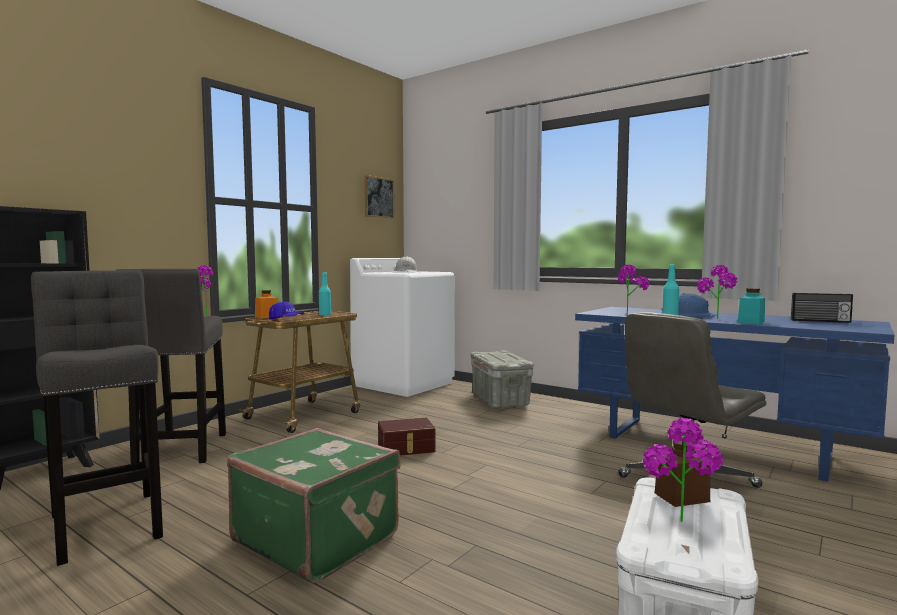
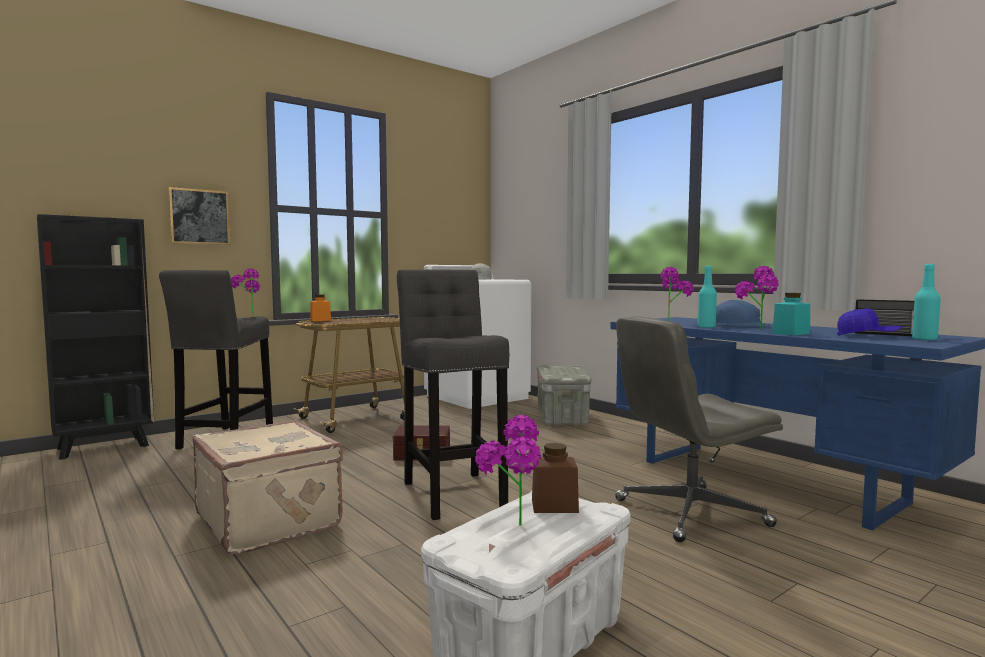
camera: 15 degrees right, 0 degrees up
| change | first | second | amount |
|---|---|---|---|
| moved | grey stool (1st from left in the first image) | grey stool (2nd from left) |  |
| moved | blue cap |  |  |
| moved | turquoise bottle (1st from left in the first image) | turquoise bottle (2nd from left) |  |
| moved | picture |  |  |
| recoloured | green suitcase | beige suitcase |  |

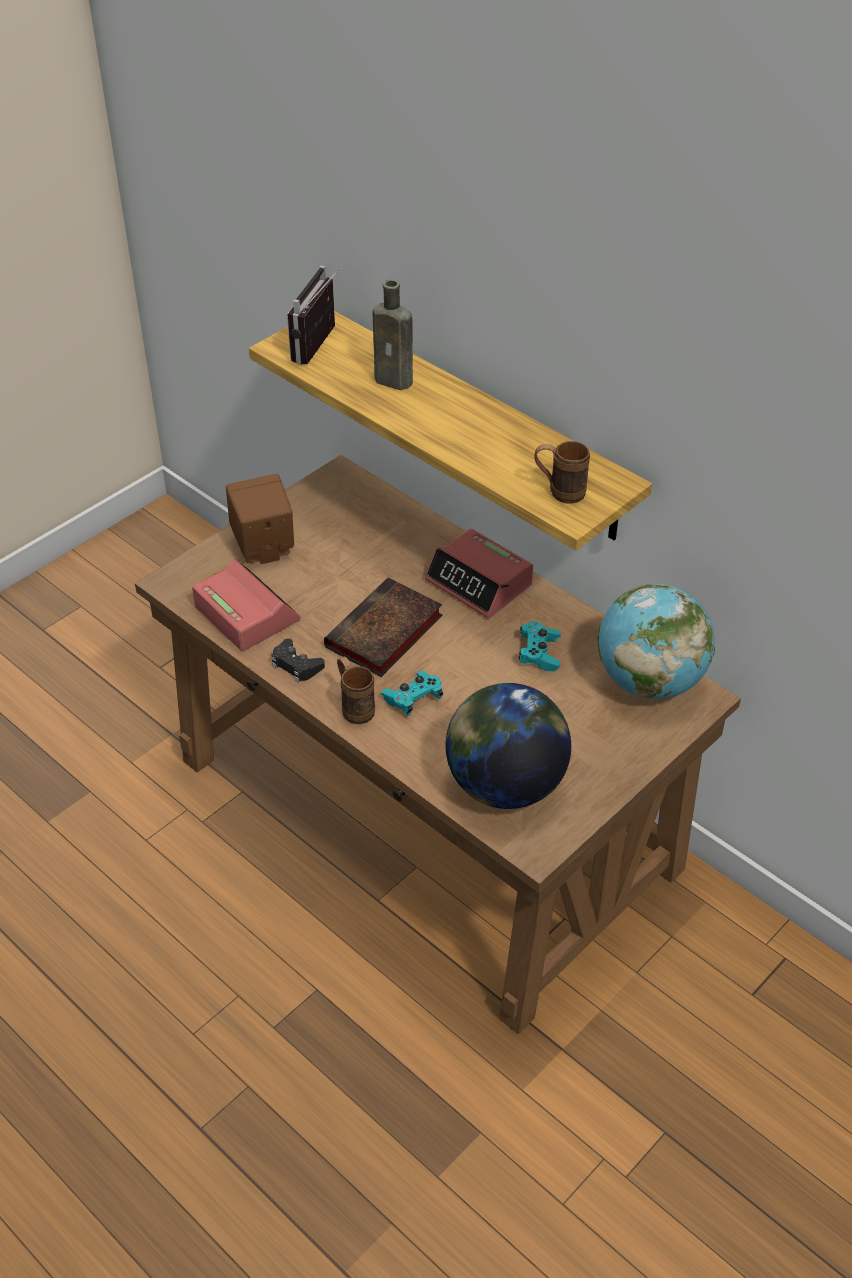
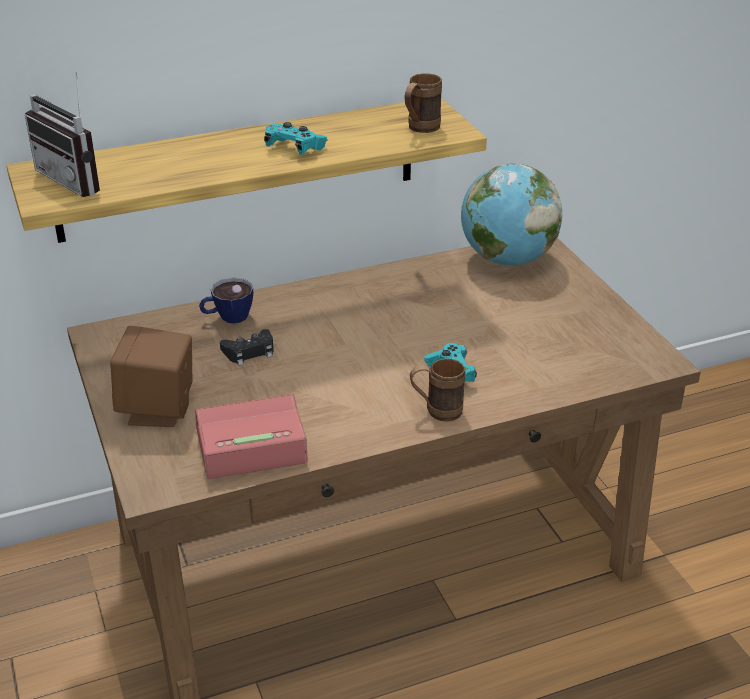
camera: 65 degrees left, 10 degrees down
| change | first | second | amount |
|---|---|---|---|
| removed | book |  |  |
| removed | brown bottle |  |  |
| removed | alarm clock (2nd from left) |  |  |
| removed | globe (1st from left) |  |  |
| added |  | cup |  |
| moved | black game controller |  |  |
| moved | turquoise game controller (2nd from left in the first image) | turquoise game controller (1st from left) |  |

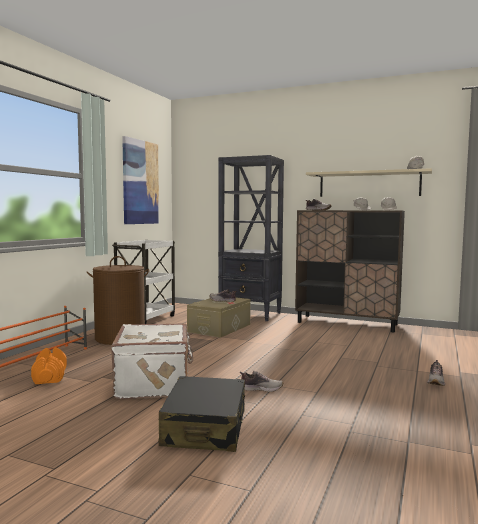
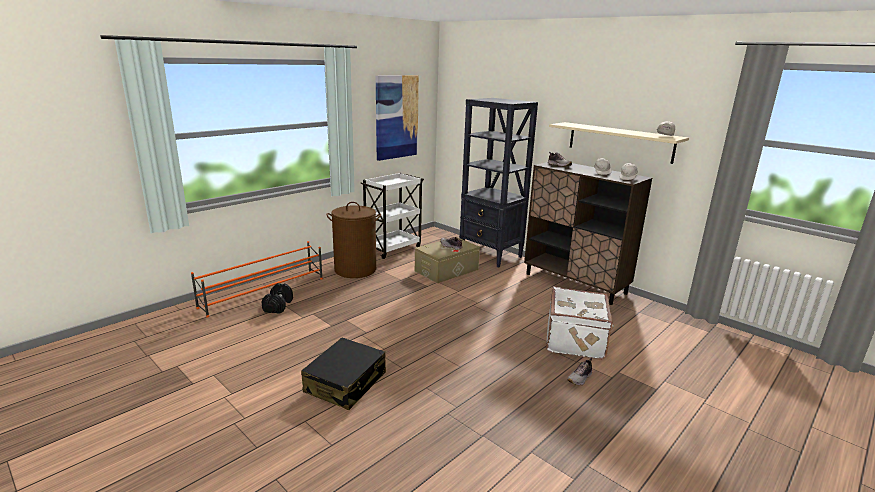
camera: 20 degrees right, 15 degrees up
| change | first | second | amount |
|---|---|---|---|
| removed | shoe (2nd from left) |  |  |
| moved | white suitcase |  |  |
| recoloured | orange dumbbell | black dumbbell |  |

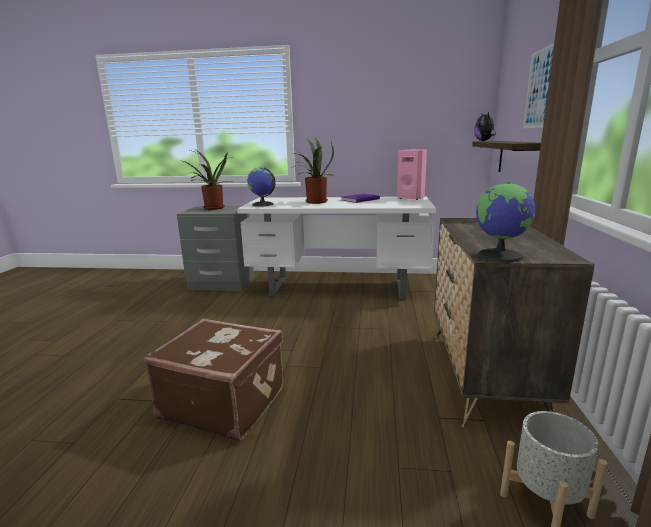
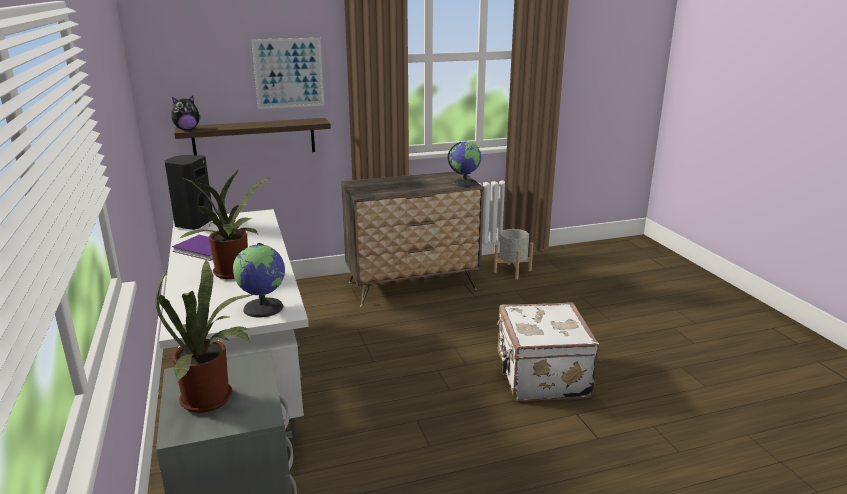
camera: 115 degrees left, 5 degrees up
| change | first | second | amount |
|---|---|---|---|
| recoloured | brown suitcase | white suitcase |  |
| recoloured | pink speaker | black speaker |  |

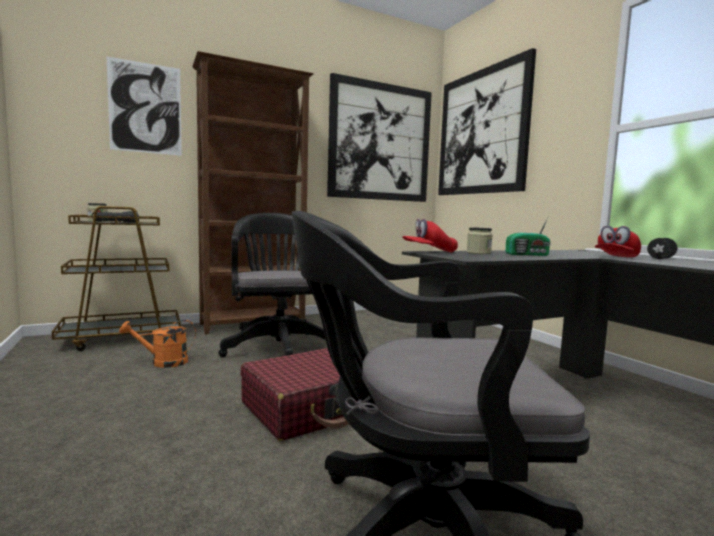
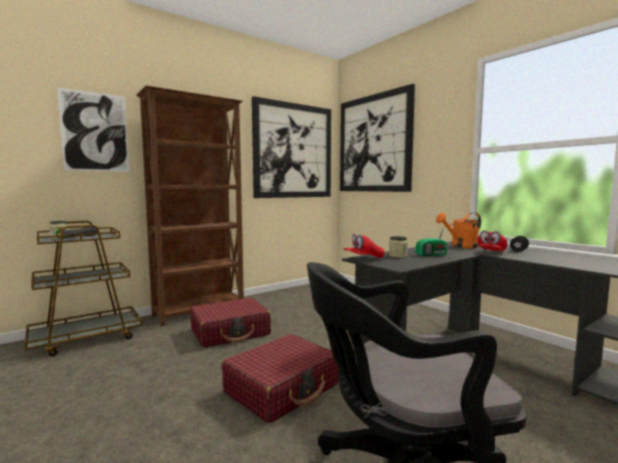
camera: 10 degrees left, 0 degrees up
| change | first | second | amount |
|---|---|---|---|
| moved | orange watering can |  |  |
| replaced | black office chair (1st from left) | red suitcase (1st from left) |  |

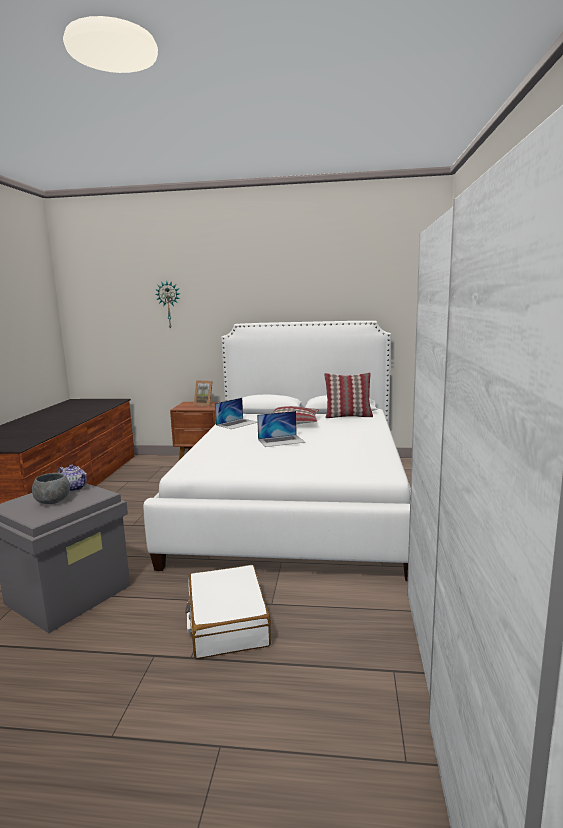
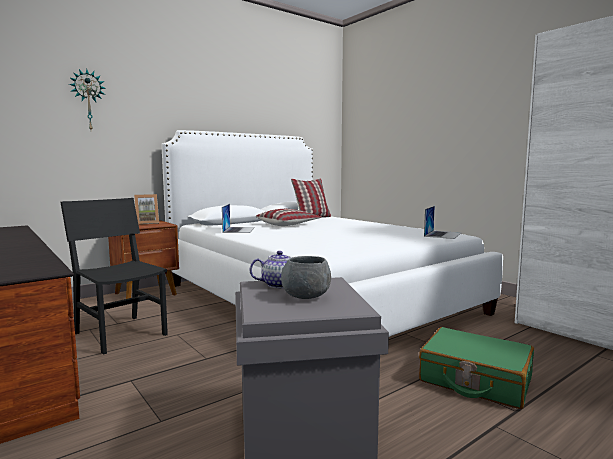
camera: 45 degrees left, 5 degrees down
| change | first | second | amount |
|---|---|---|---|
| added |  | black chair |  |
| moved | laptop (2nd from left) |  |  |
| recoloured | white suitcase | green suitcase |  |

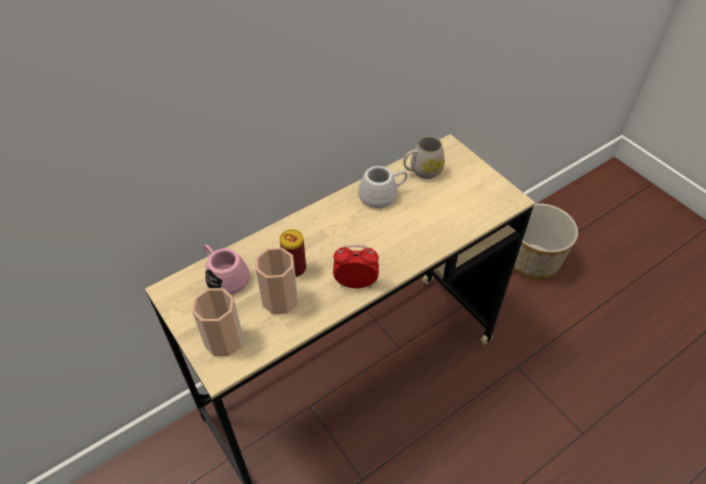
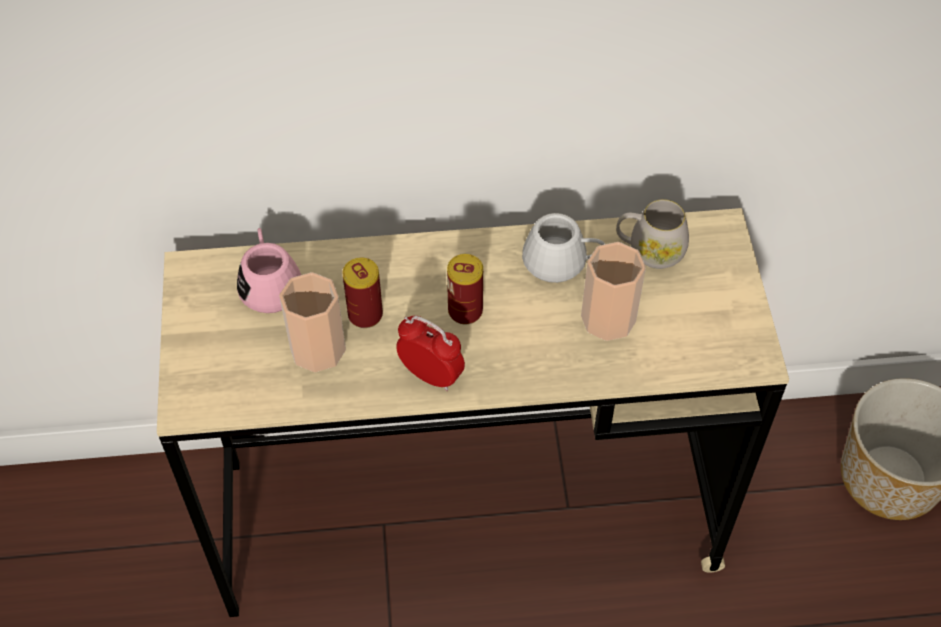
camera: 30 degrees right, 5 degrees up
| change | first | second | amount |
|---|---|---|---|
| added |  | can (2nd from left) |  |
| moved | cup (1st from left in the first image) | cup (2nd from left) |  |

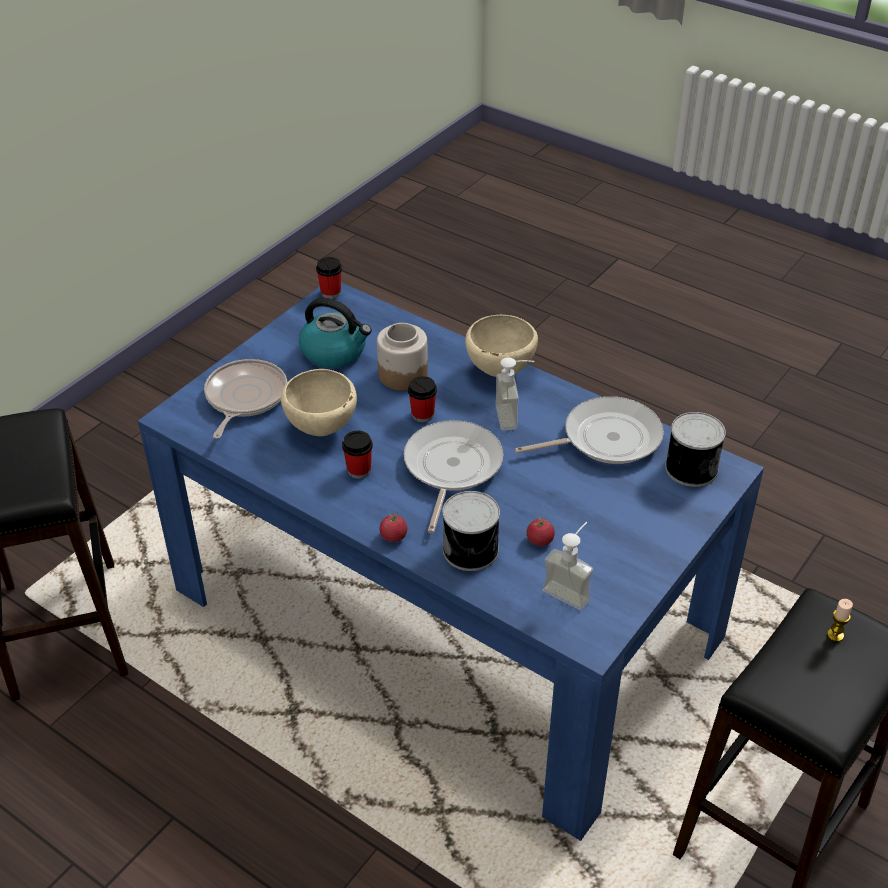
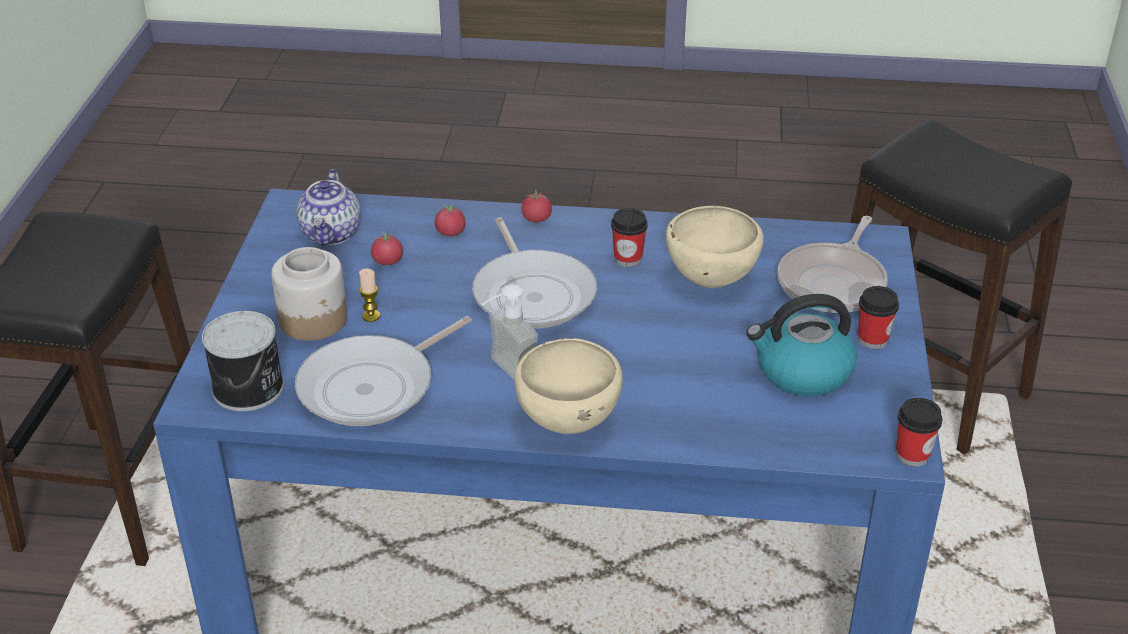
camera: 150 degrees right, 5 degrees down
| change | first | second | amount |
|---|---|---|---|
| moved | jar |  |  |
| moved | cup (3rd from left in the first image) | cup (2nd from left) |  |
| moved | candle |  |  |
| replaced | can (1st from left) | tomato (2nd from left) |  |
| replaced | soap dispenser (2nd from left) | teapot |  |
| turned | frying pan (1st from left in the first image) | frying pan (3rd from left) | 45 degrees clockwise |

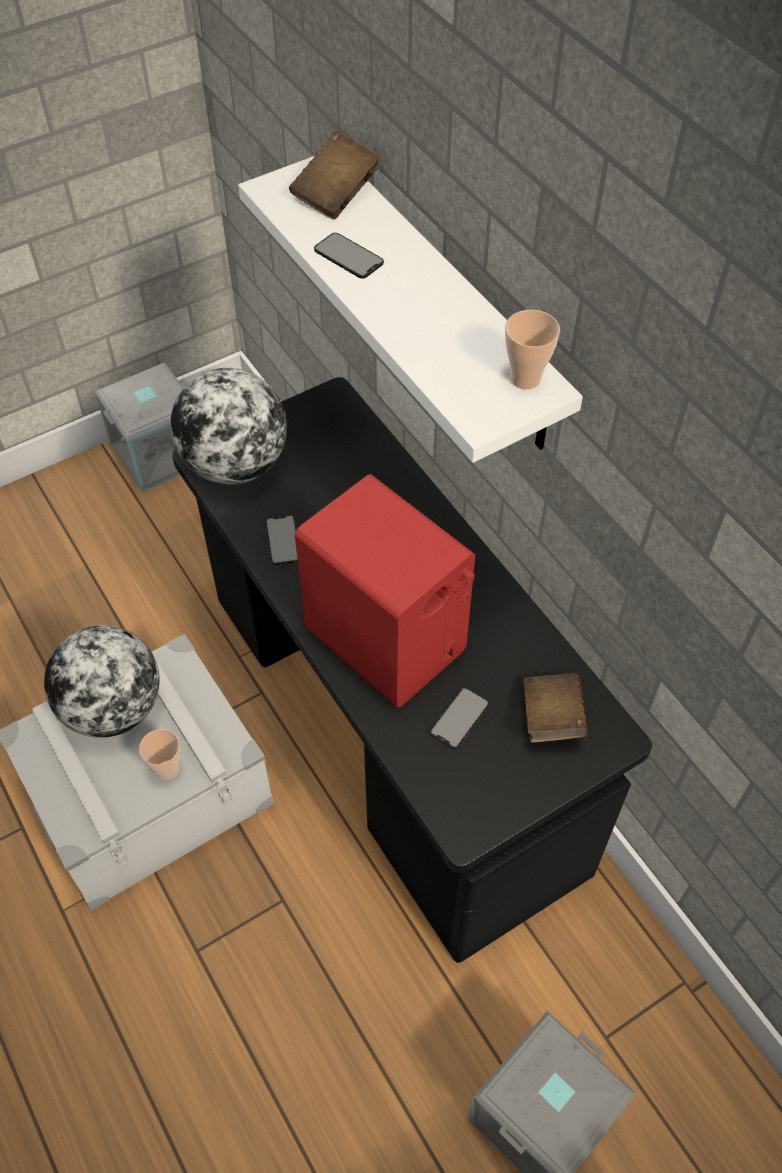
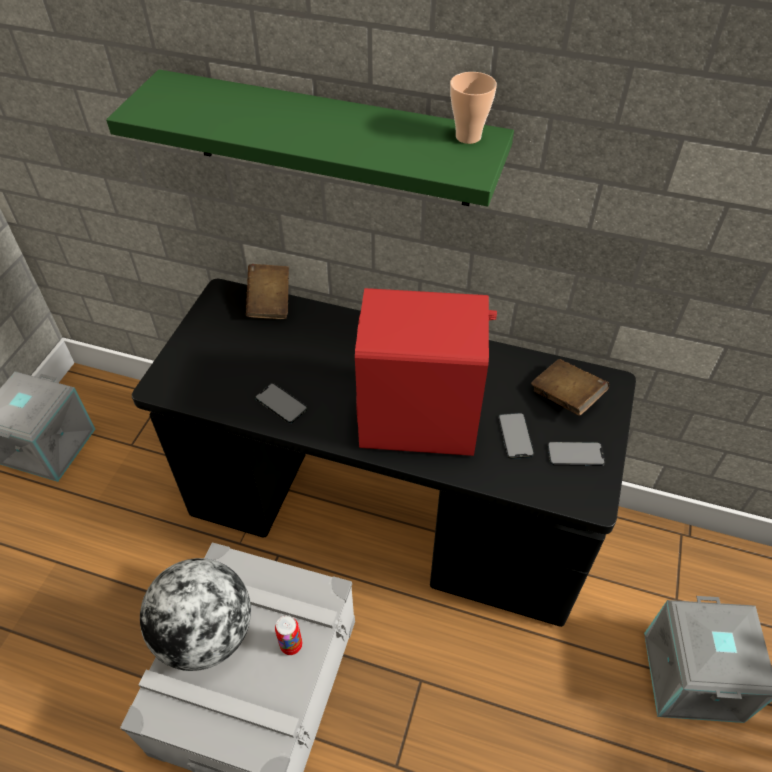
camera: 40 degrees left, 5 degrees down
| change | first | second | amount |
|---|---|---|---|
| removed | globe (2nd from left) |  |  |
| moved | brown book (1st from left) |  |  |
| moved | phone (2nd from left in the first image) | phone (3rd from left) |  |
| replaced | cup (1st from left) | can |  |
| recoloured | white shelf | green shelf |  |

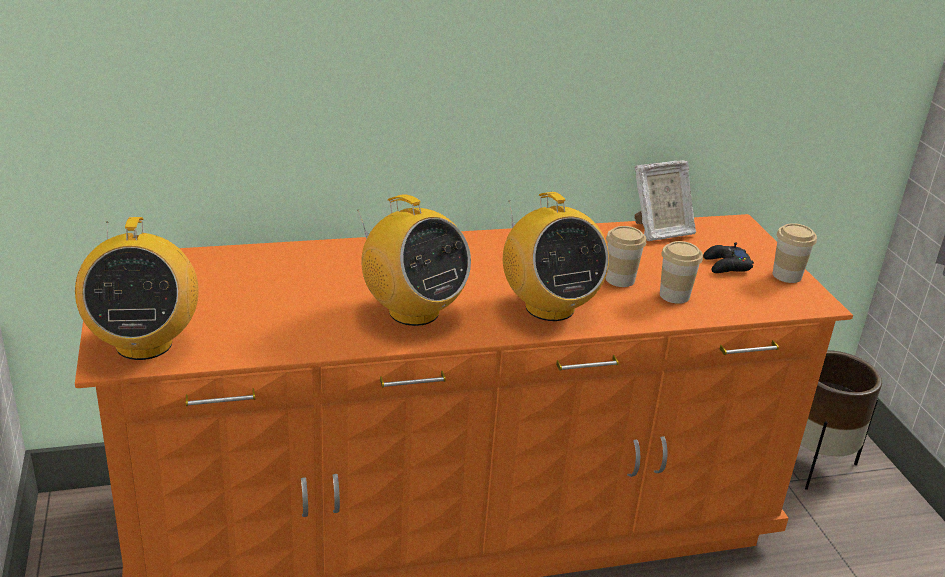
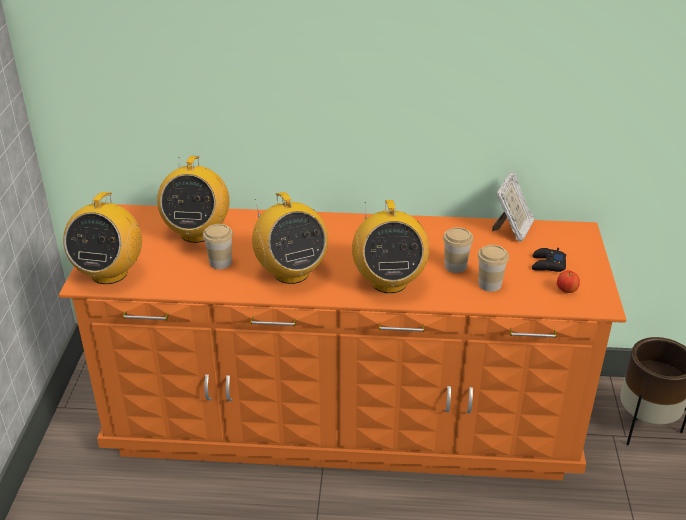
camera: 20 degrees right, 5 degrees up
| change | first | second | amount |
|---|---|---|---|
| added |  | radio (2nd from left) |  |
| added |  | apple |  |
| moved | cup (3rd from left in the first image) | cup (1st from left) |  |
| turned | picture frame |  | 60 degrees counterclockwise |

